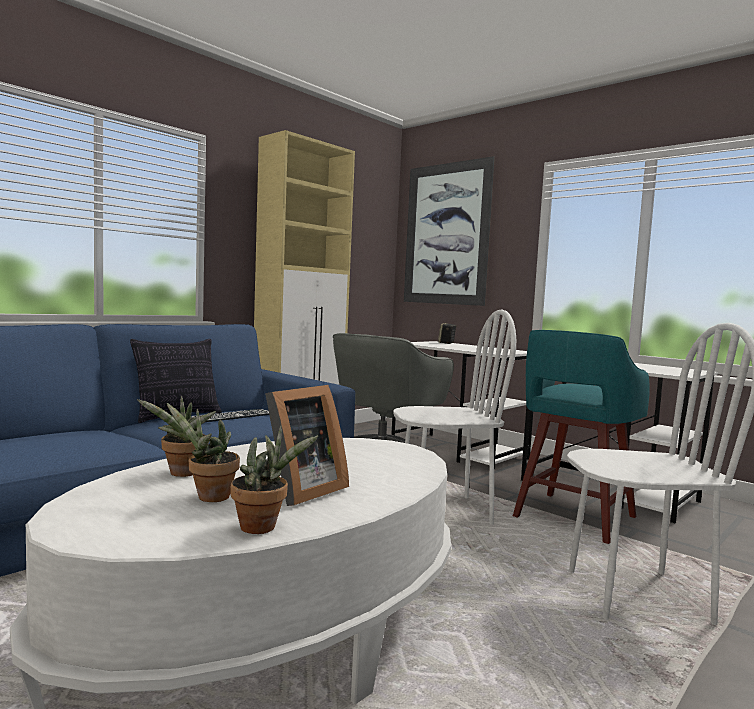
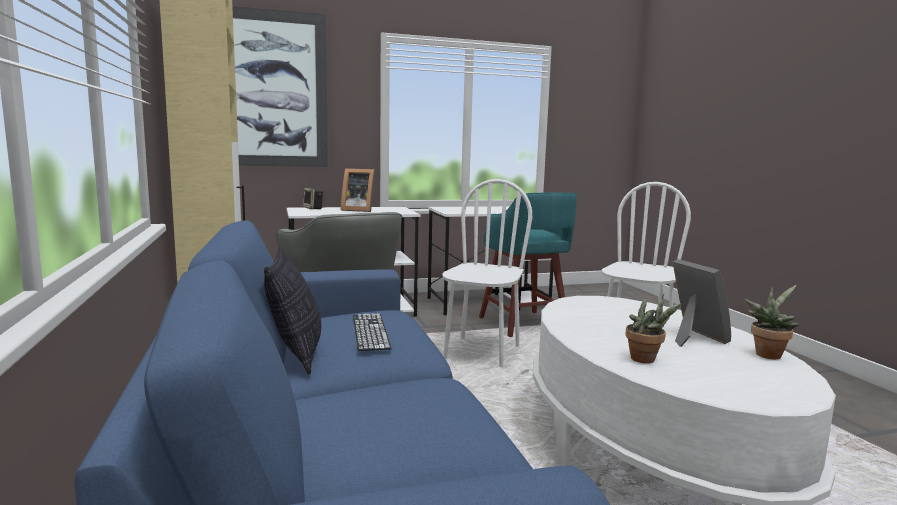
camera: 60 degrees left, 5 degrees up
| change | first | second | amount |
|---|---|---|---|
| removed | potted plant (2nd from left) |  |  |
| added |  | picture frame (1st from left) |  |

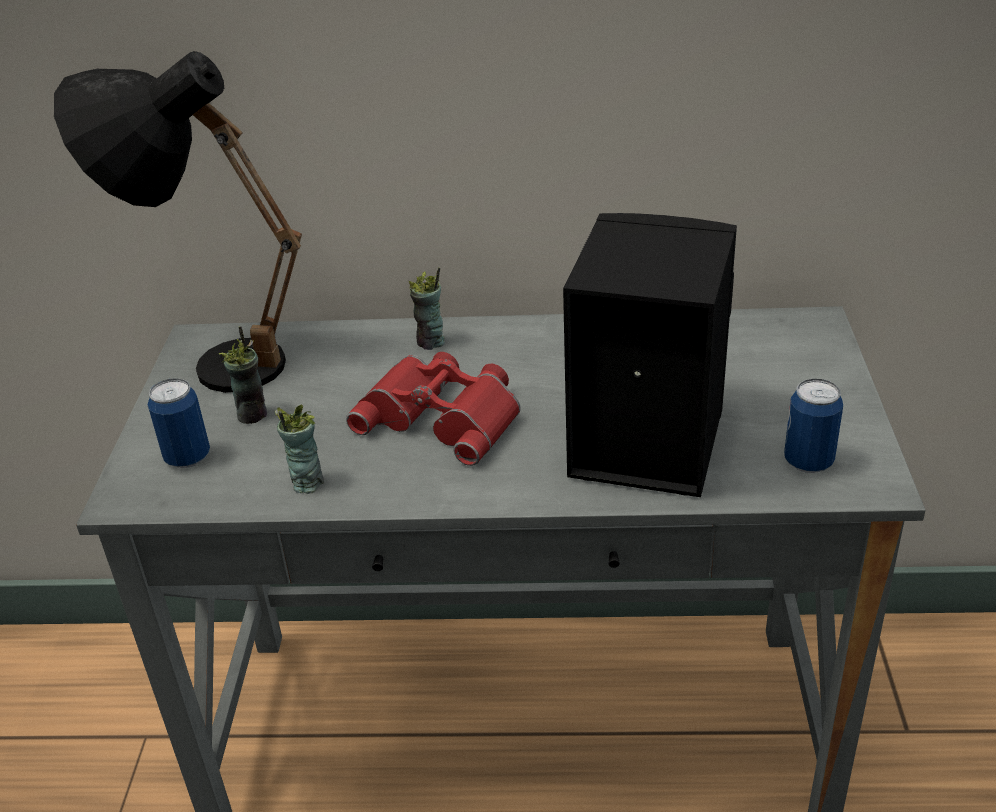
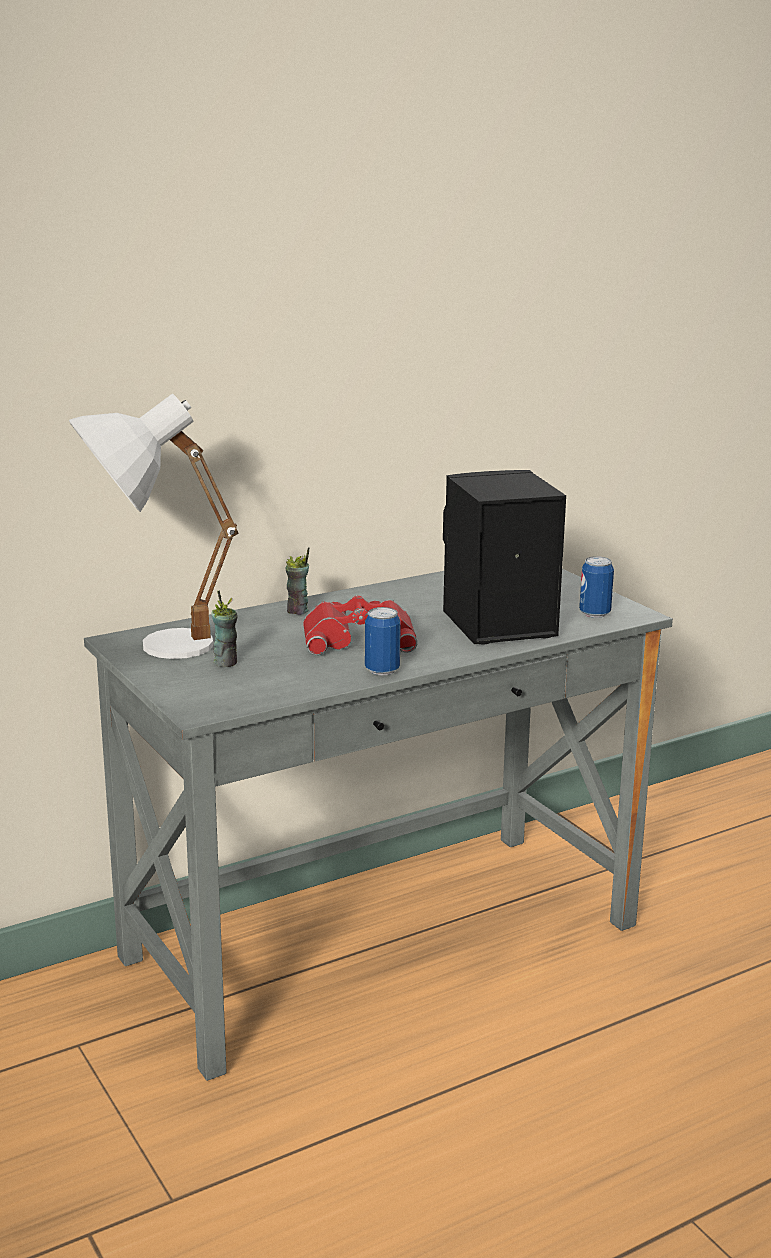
camera: 35 degrees left, 15 degrees down
| change | first | second | amount |
|---|---|---|---|
| removed | cup (2nd from left) |  |  |
| moved | can (1st from left) |  |  |
| recoloured | black table lamp | white table lamp |  |

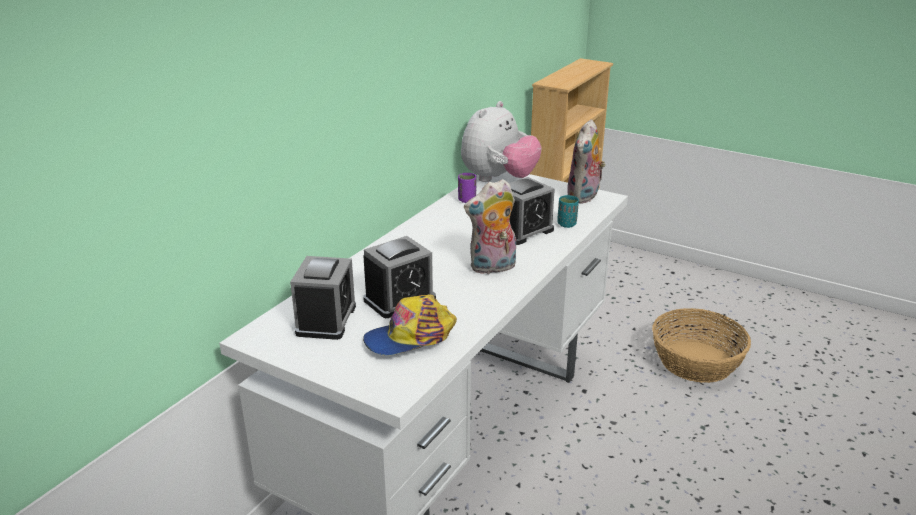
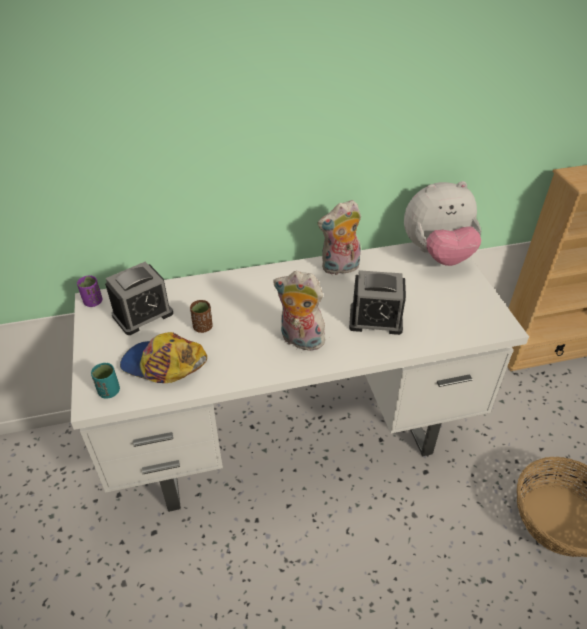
camera: 45 degrees right, 15 degrees up
| change | first | second | amount |
|---|---|---|---|
| moved | purple cup |  |  |
| moved | turquoise cup |  |  |
| moved | plush toy (3rd from left in the first image) | plush toy (2nd from left) |  |
| replaced | alarm clock (2nd from left) | brown cup |  |

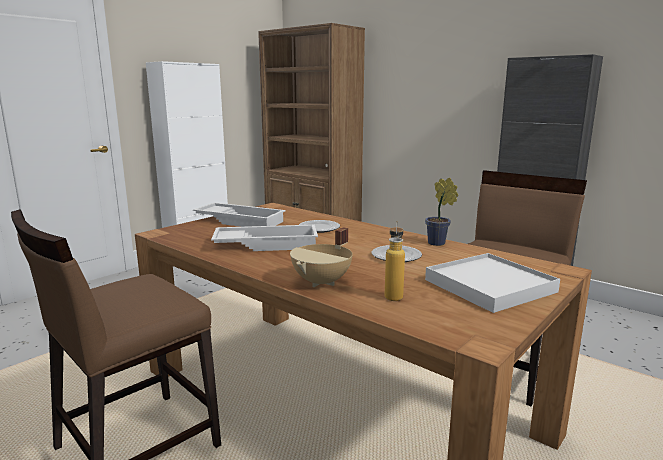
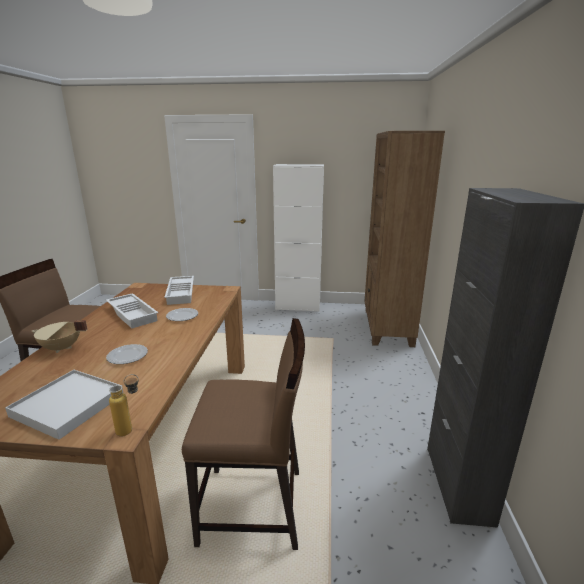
camera: 55 degrees right, 5 degrees up
| change | first | second | amount |
|---|---|---|---|
| removed | potted plant |  |  |
| moved | bottle |  |  |

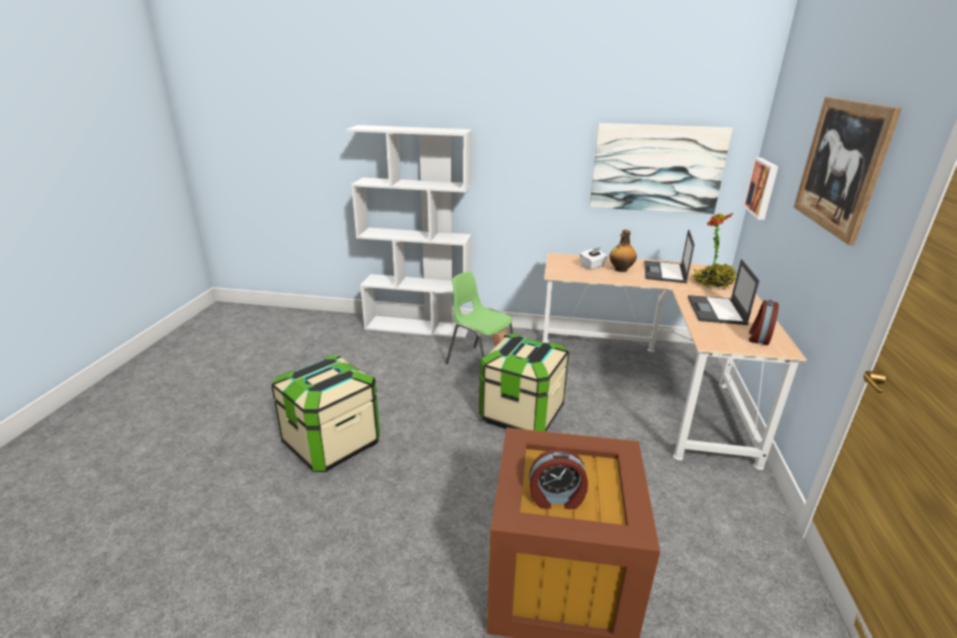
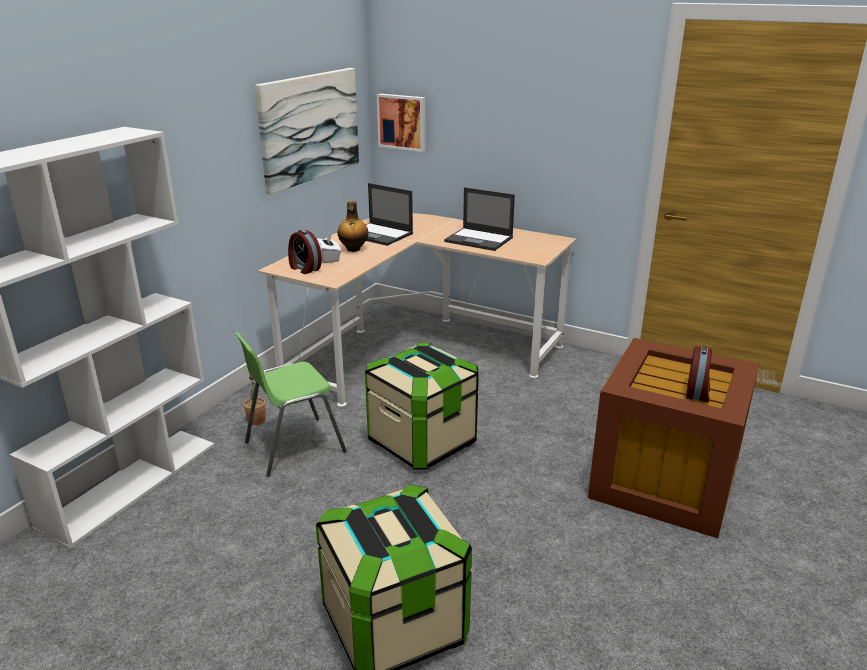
camera: 70 degrees left, 0 degrees up
| change | first | second | amount |
|---|---|---|---|
| removed | potted plant (2nd from left) |  |  |
| removed | picture (3rd from left) |  |  |
| moved | alarm clock (2nd from left in the first image) | alarm clock (1st from left) |  |

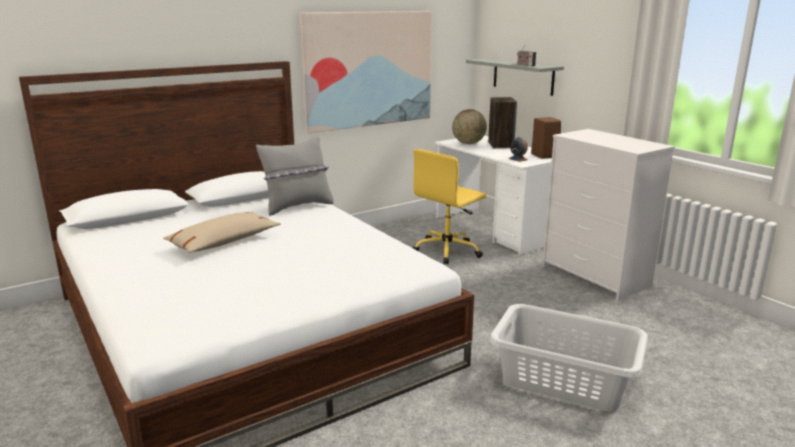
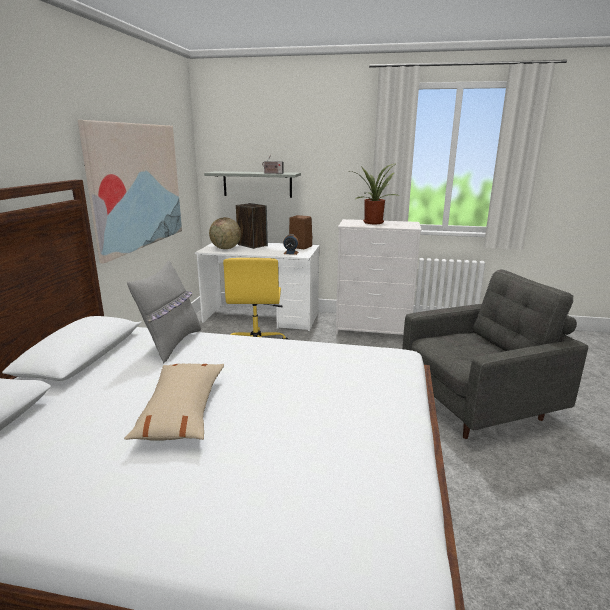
camera: 45 degrees left, 0 degrees up
| change | first | second | amount |
|---|---|---|---|
| added |  | potted plant |  |
| replaced | grey laundry basket | grey armchair |  |

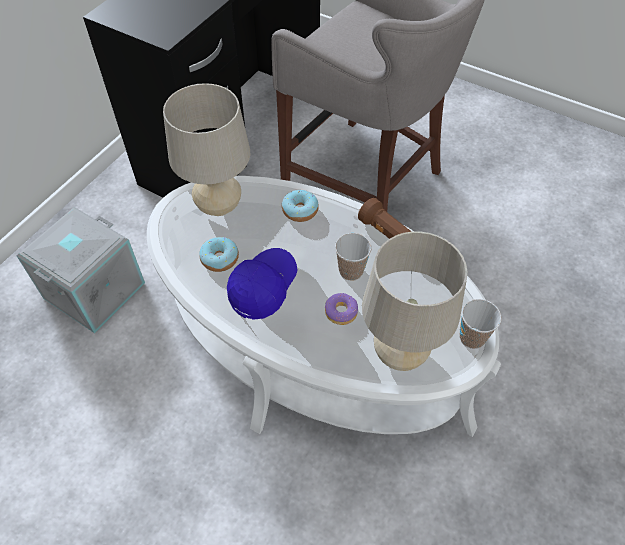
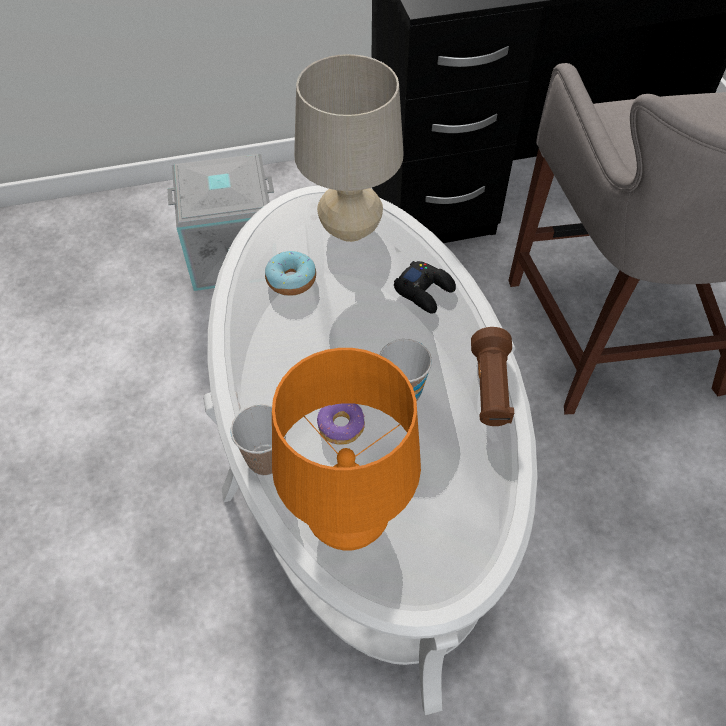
camera: 45 degrees right, 0 degrees up
| change | first | second | amount |
|---|---|---|---|
| removed | blue cap |  |  |
| moved | cup (2nd from left in the first image) | cup (1st from left) |  |
| replaced | donut (2nd from left) | black game controller |  |
| recoloured | beige table lamp (2nd from left) | orange table lamp |  |

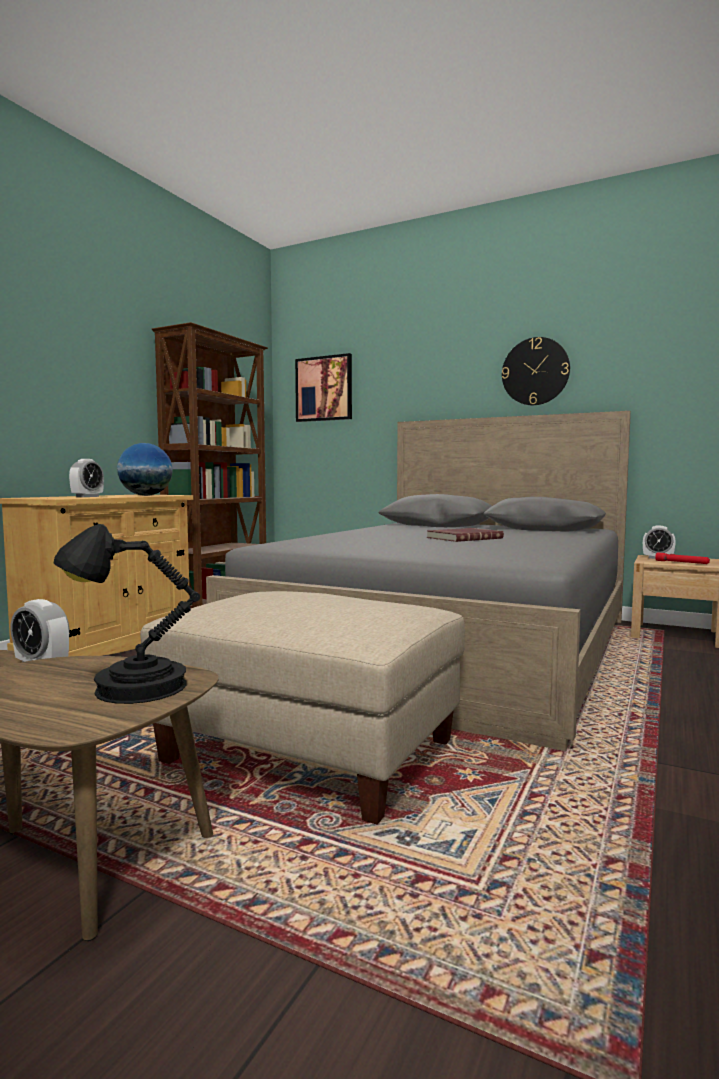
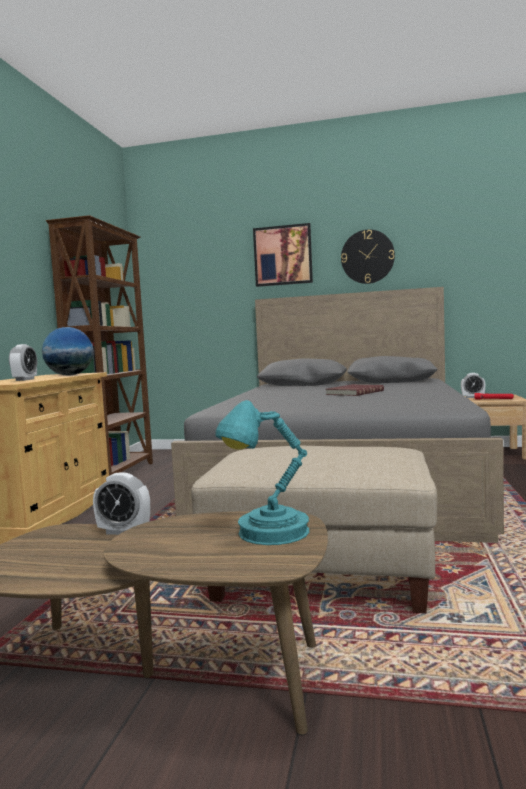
camera: 15 degrees left, 0 degrees up
| change | first | second | amount |
|---|---|---|---|
| moved | picture |  |  |
| recoloured | black table lamp | turquoise table lamp |  |

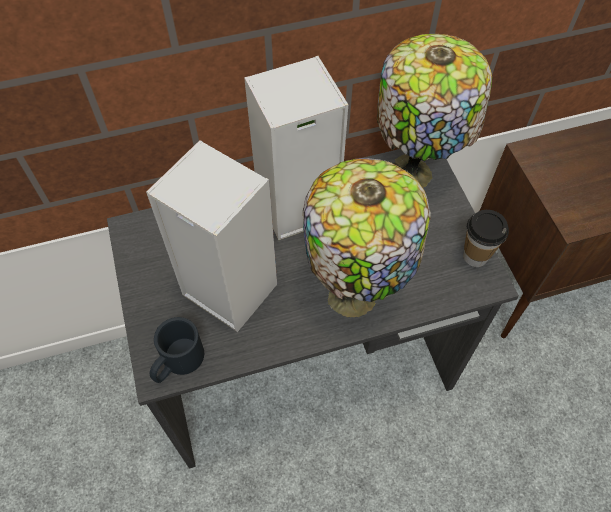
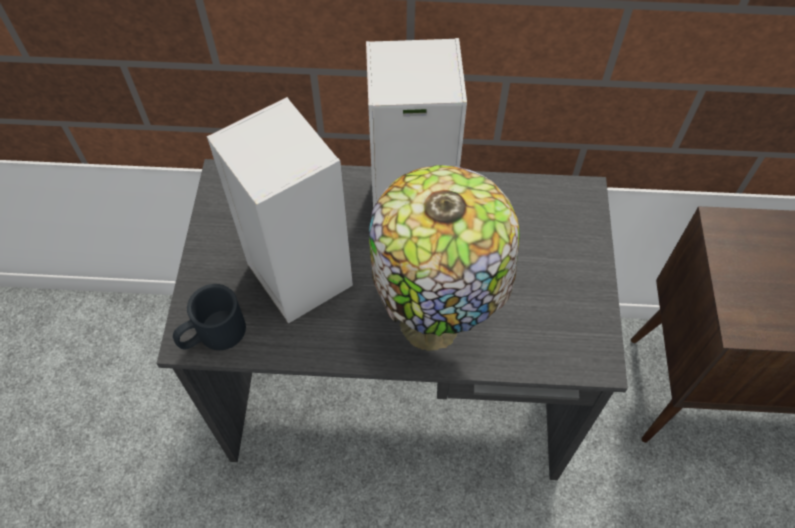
camera: 20 degrees right, 0 degrees up
| change | first | second | amount |
|---|---|---|---|
| removed | table lamp (2nd from left) |  |  |
| removed | cup |  |  |

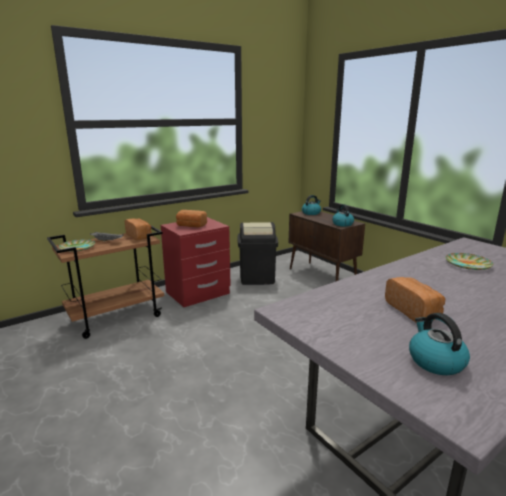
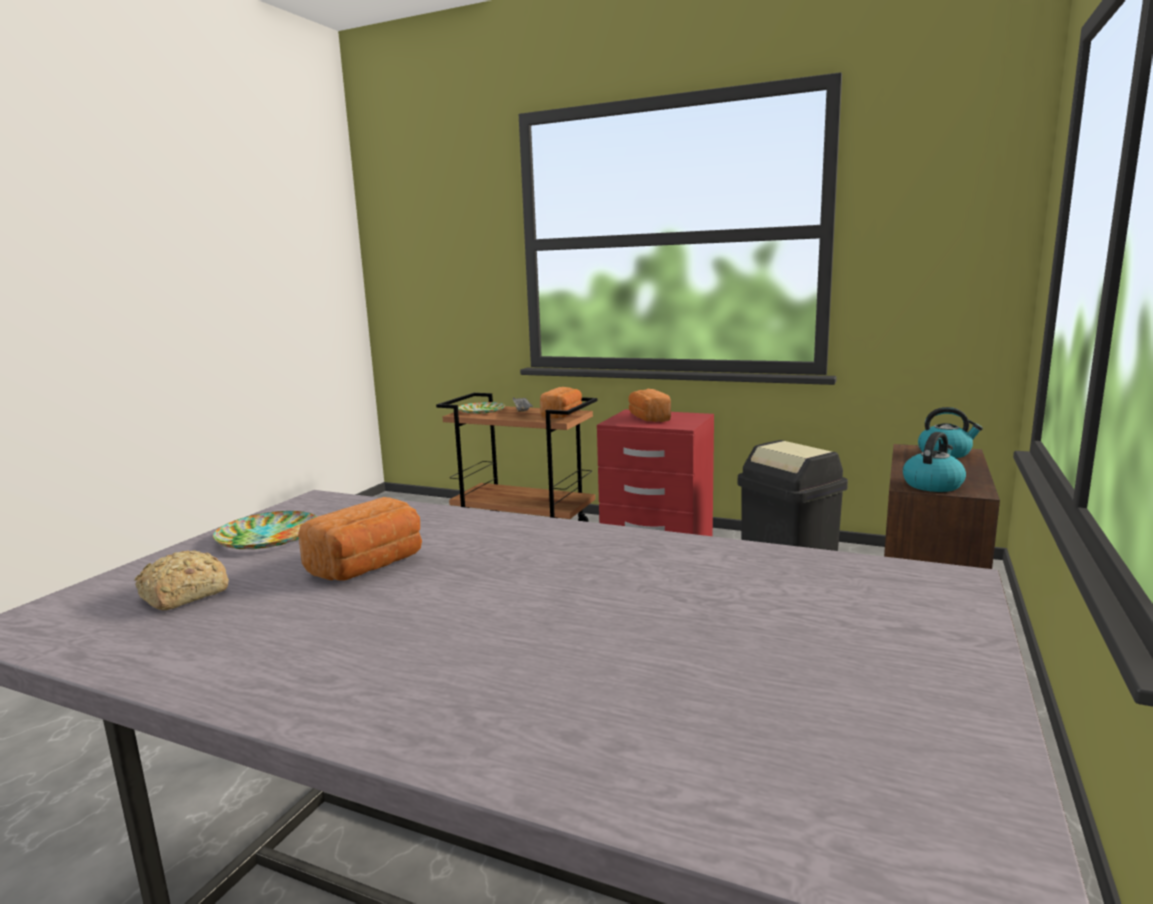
camera: 60 degrees right, 5 degrees down
| change | first | second | amount |
|---|---|---|---|
| moved | plate (2nd from left in the first image) | plate (1st from left) |  |
| replaced | kettle (3rd from left) | bread (1st from left) |  |

